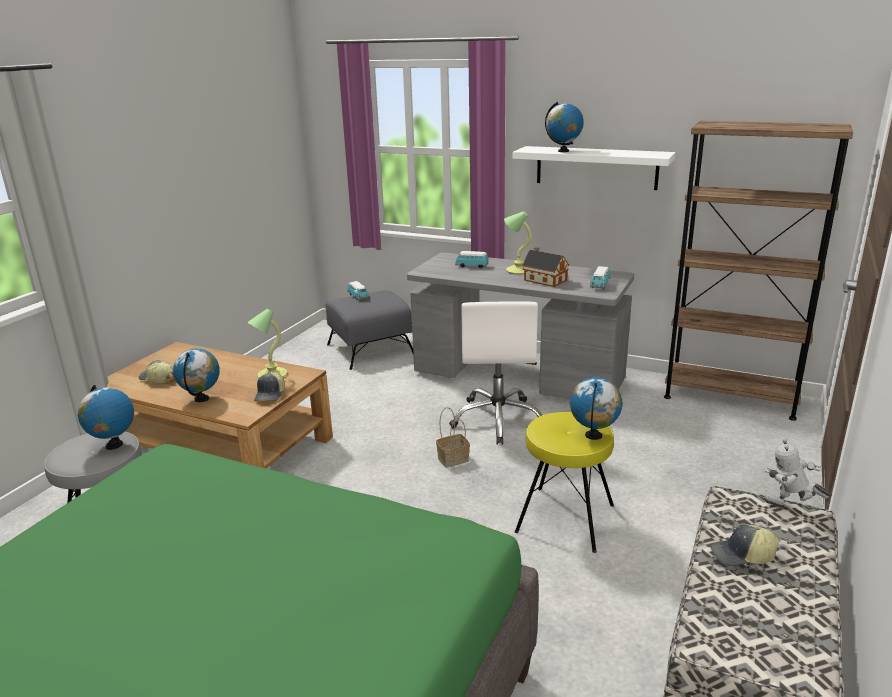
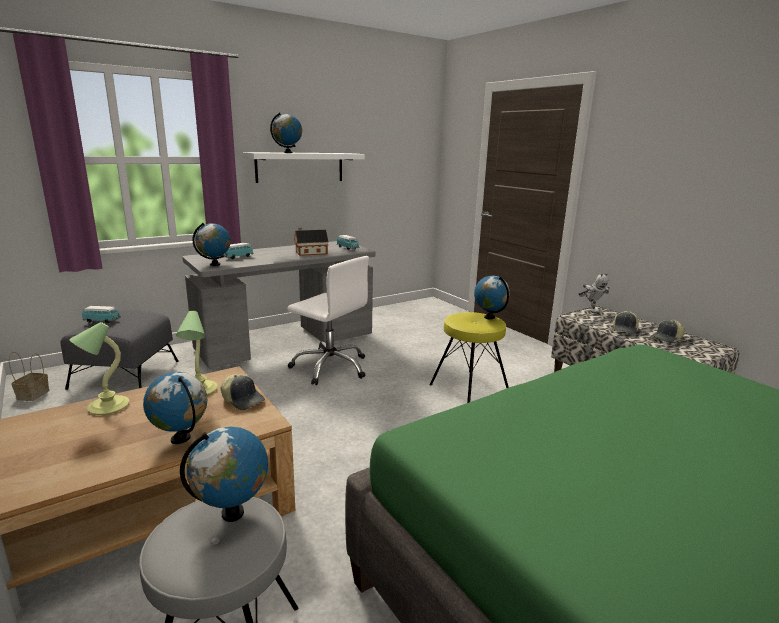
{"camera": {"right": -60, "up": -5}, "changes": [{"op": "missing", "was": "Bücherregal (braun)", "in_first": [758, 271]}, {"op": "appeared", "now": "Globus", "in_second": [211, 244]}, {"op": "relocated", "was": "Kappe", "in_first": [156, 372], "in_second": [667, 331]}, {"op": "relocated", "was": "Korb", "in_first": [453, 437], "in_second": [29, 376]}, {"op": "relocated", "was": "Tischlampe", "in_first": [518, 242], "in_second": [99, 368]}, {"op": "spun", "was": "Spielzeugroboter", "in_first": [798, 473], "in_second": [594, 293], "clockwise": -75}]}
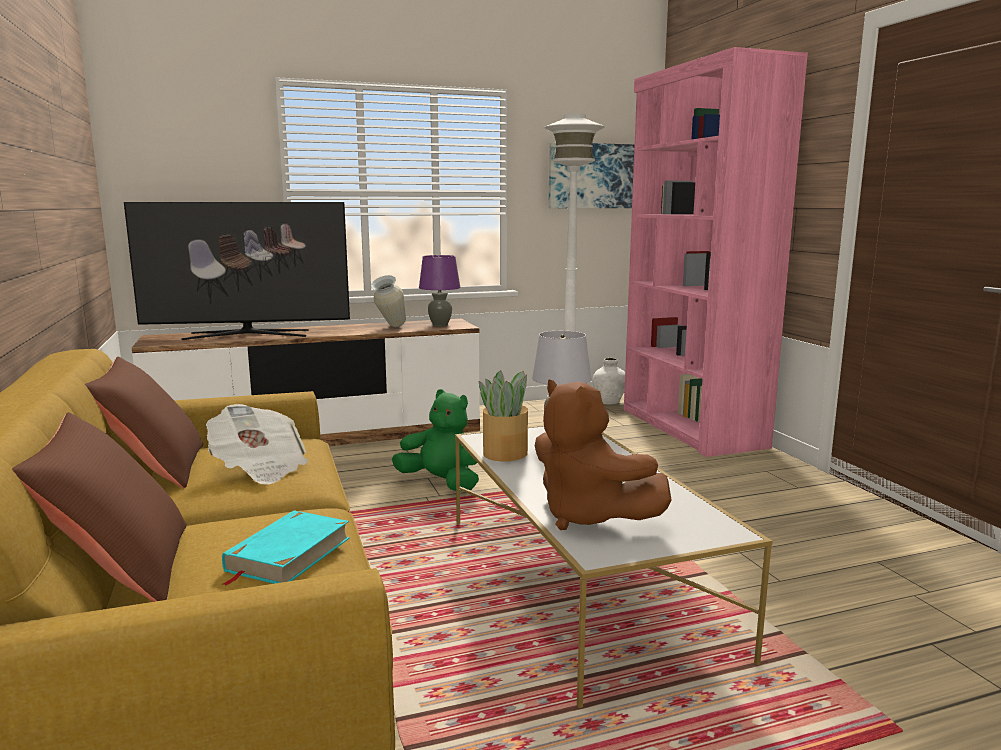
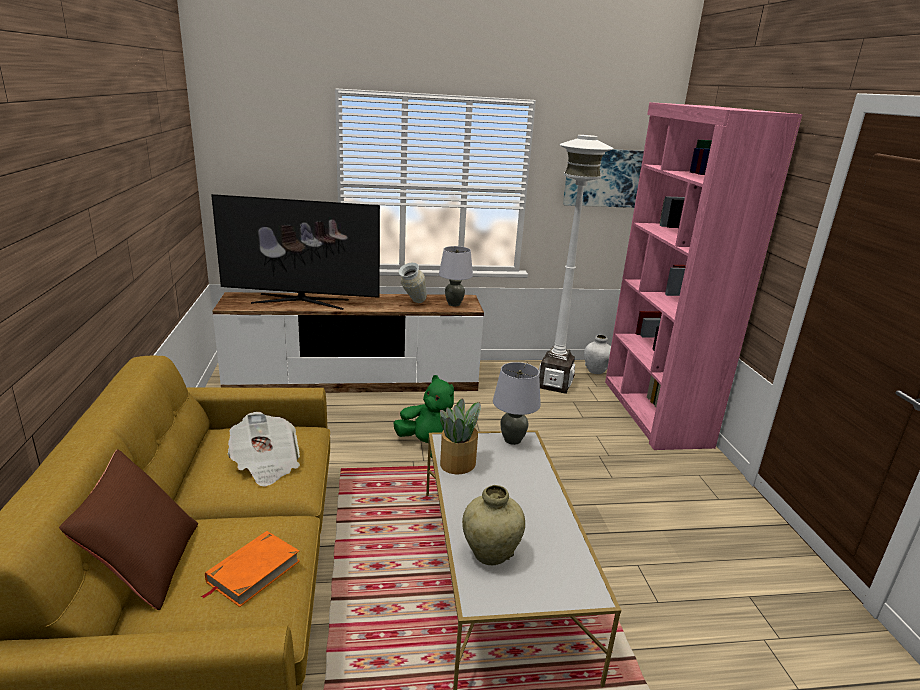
{"camera": {"right": 10, "up": 10}, "changes": [{"op": "missing", "was": "Kissen (braun)", "in_first": [144, 422]}, {"op": "exchanged", "was": "Plüschtier (braun)", "now": "Vase (beige)", "in_first": [603, 454], "in_second": [493, 525]}, {"op": "colour", "was": "Buch (türkis)", "now": "Buch (orange)", "in_first": [286, 548], "in_second": [250, 569]}, {"op": "colour", "was": "Tischlampe (lila)", "now": "Tischlampe (grau)", "in_first": [439, 291], "in_second": [456, 276]}]}
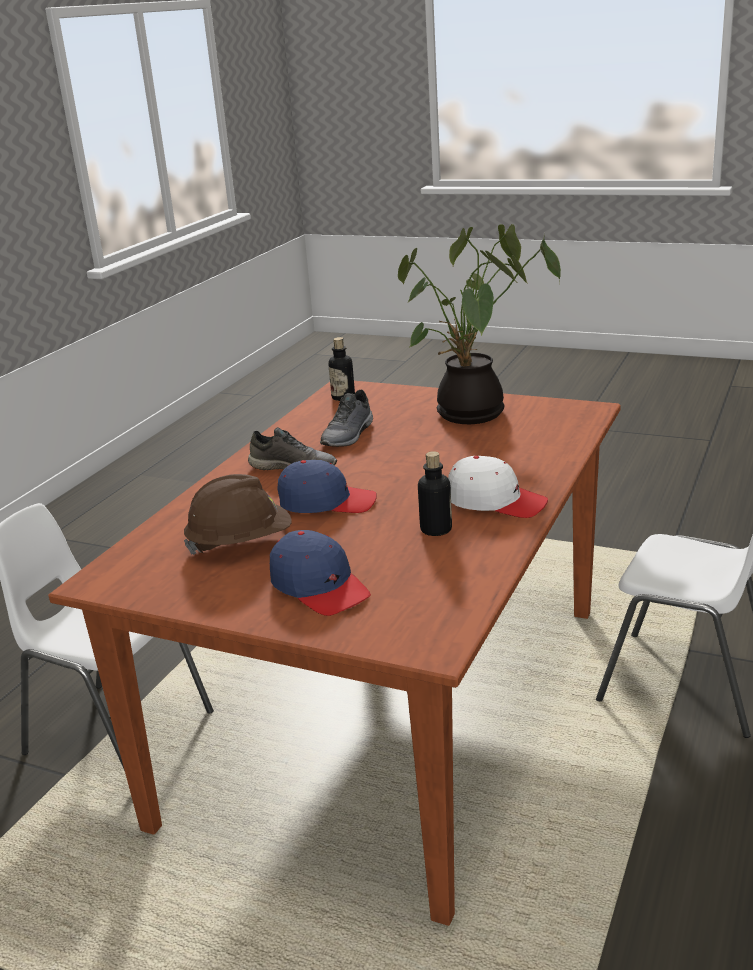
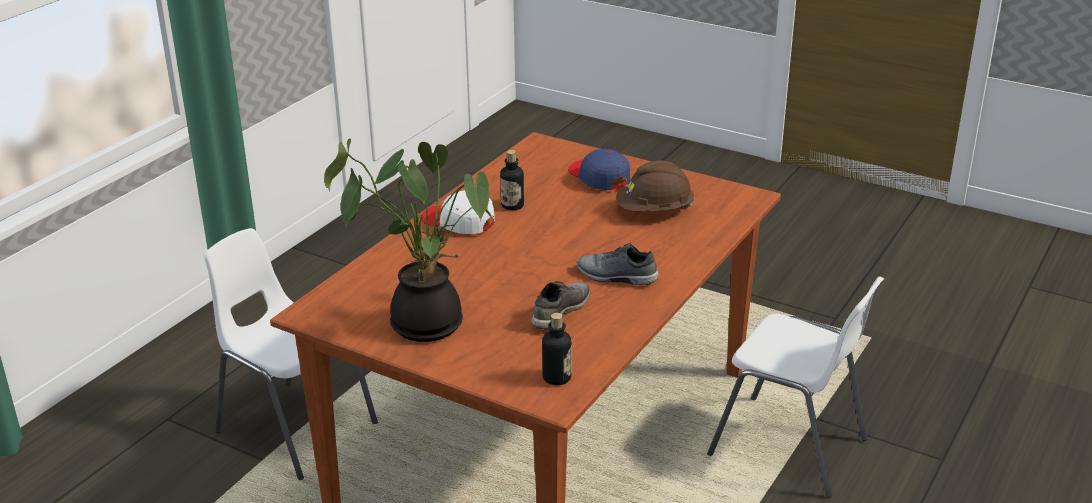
{"camera": {"right": -175, "up": 5}, "changes": [{"op": "missing", "was": "Kappe (blau)", "in_first": [327, 486]}]}
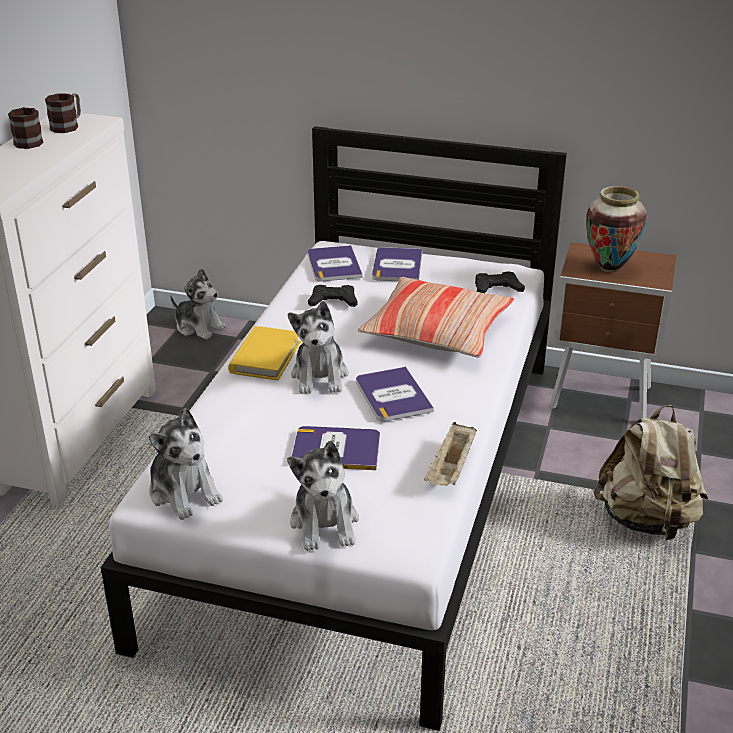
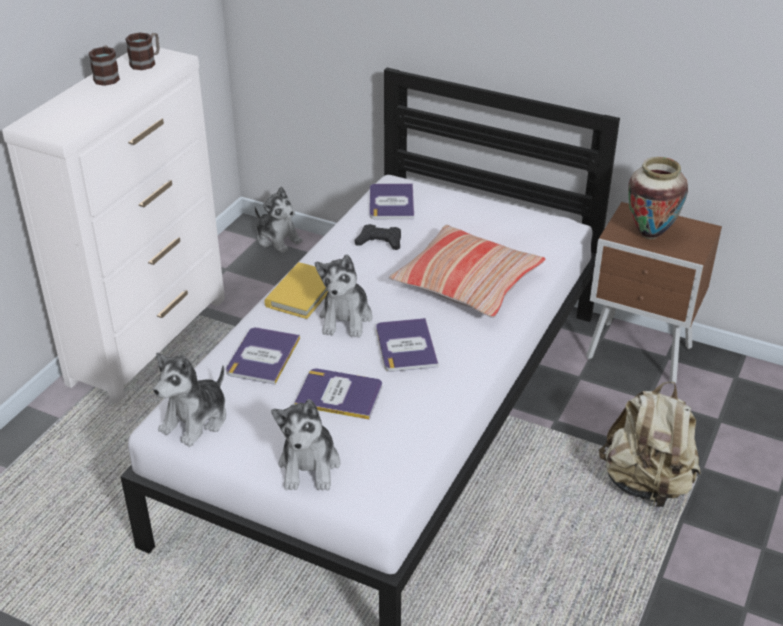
{"camera": {"right": 10, "up": 5}, "changes": [{"op": "missing", "was": "Tablett (beige)", "in_first": [450, 454]}, {"op": "missing", "was": "Gamepad (schwarz)", "in_first": [500, 282]}, {"op": "relocated", "was": "Buch", "in_first": [397, 264], "in_second": [263, 356]}, {"op": "spun", "was": "Plüschtier", "in_first": [186, 464], "in_second": [189, 400], "clockwise": 60}]}
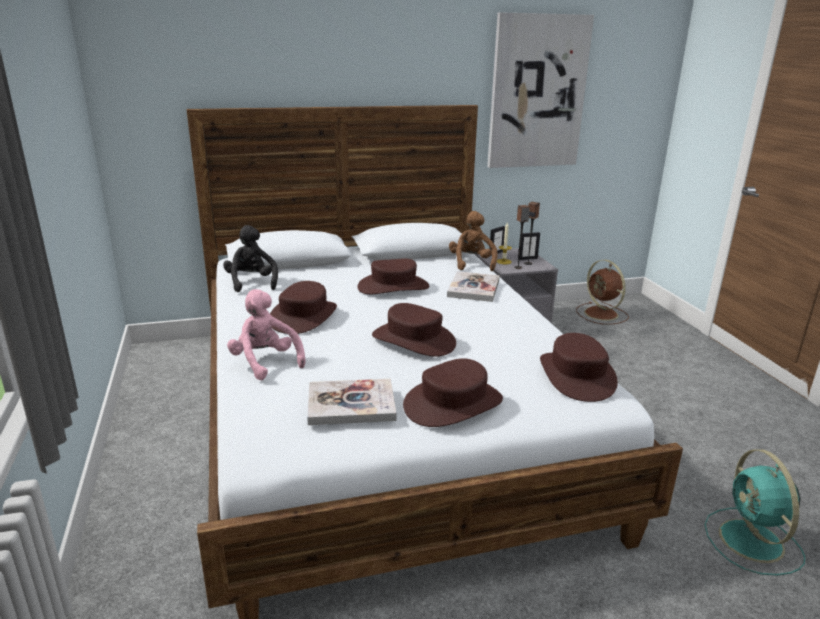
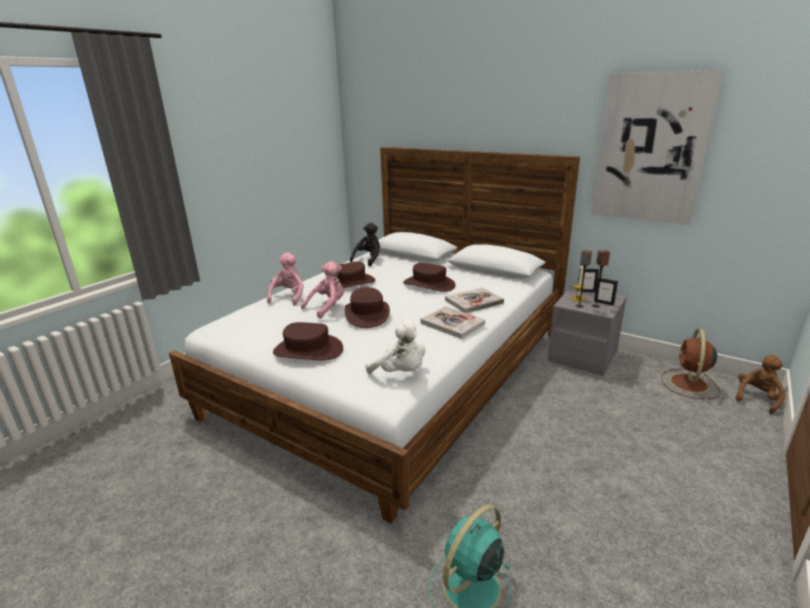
{"camera": {"right": 50, "up": 0}, "changes": [{"op": "appeared", "now": "Plüschtier (rosa)", "in_second": [322, 290]}, {"op": "relocated", "was": "Buch", "in_first": [351, 402], "in_second": [453, 322]}, {"op": "relocated", "was": "Plüschtier (braun)", "in_first": [473, 241], "in_second": [760, 384]}, {"op": "exchanged", "was": "Hut (braun)", "now": "Plüschtier (weiß)", "in_first": [579, 367], "in_second": [395, 347]}]}
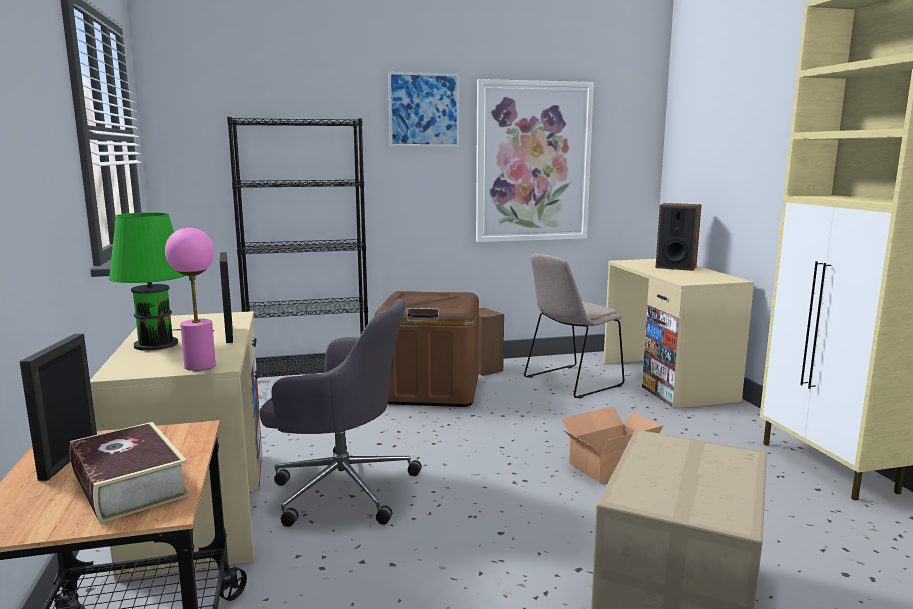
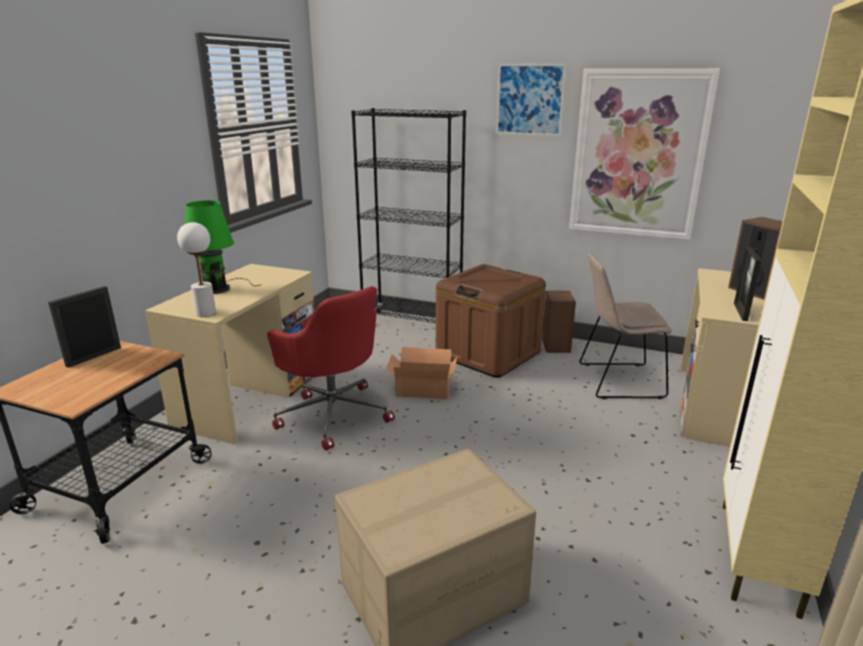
{"camera": {"right": 35, "up": 10}, "changes": [{"op": "missing", "was": "Buch", "in_first": [130, 472]}, {"op": "relocated", "was": "Bilderrahmen", "in_first": [226, 297], "in_second": [748, 283]}, {"op": "relocated", "was": "Karton", "in_first": [612, 444], "in_second": [421, 373]}, {"op": "colour", "was": "Tischlampe (rosa)", "now": "Tischlampe (weiß)", "in_first": [190, 299], "in_second": [196, 269]}, {"op": "colour", "was": "Bürostuhl (grau)", "now": "Bürostuhl (rot)", "in_first": [341, 413], "in_second": [331, 368]}]}
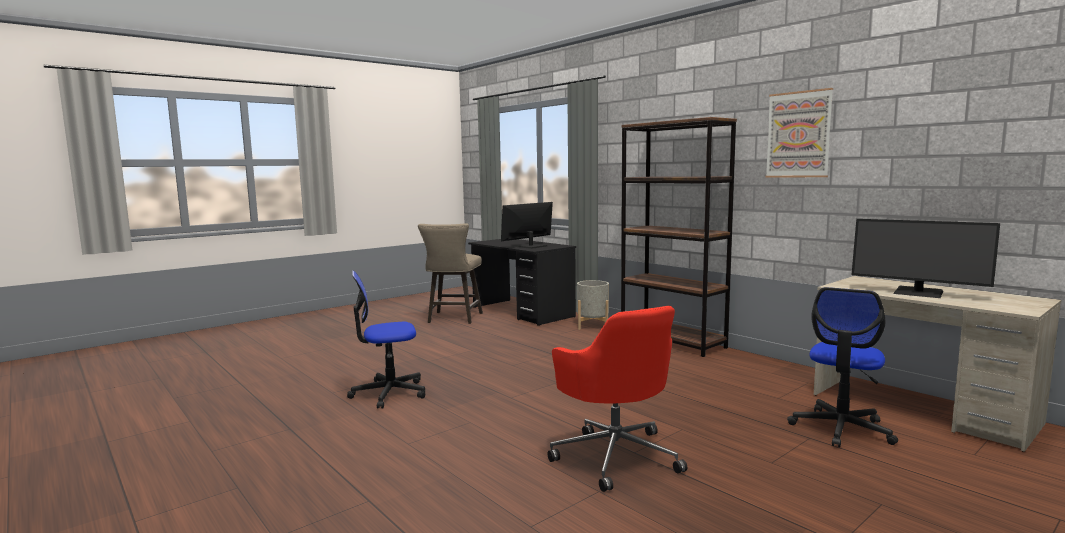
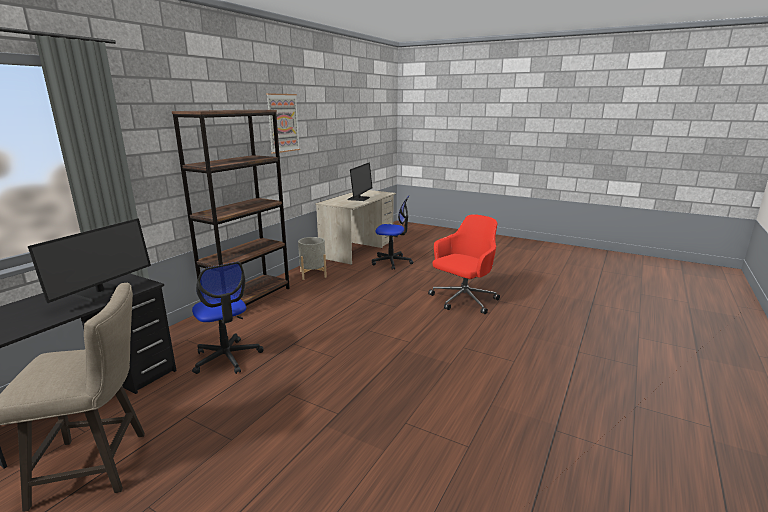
{"camera": {"right": -110, "up": 10}, "changes": [{"op": "relocated", "was": "Bürostuhl", "in_first": [386, 339], "in_second": [228, 318]}, {"op": "relocated", "was": "Pflanzkübel (grau)", "in_first": [593, 305], "in_second": [312, 258]}, {"op": "spun", "was": "Monitor", "in_first": [527, 225], "in_second": [89, 260], "clockwise": -90}]}
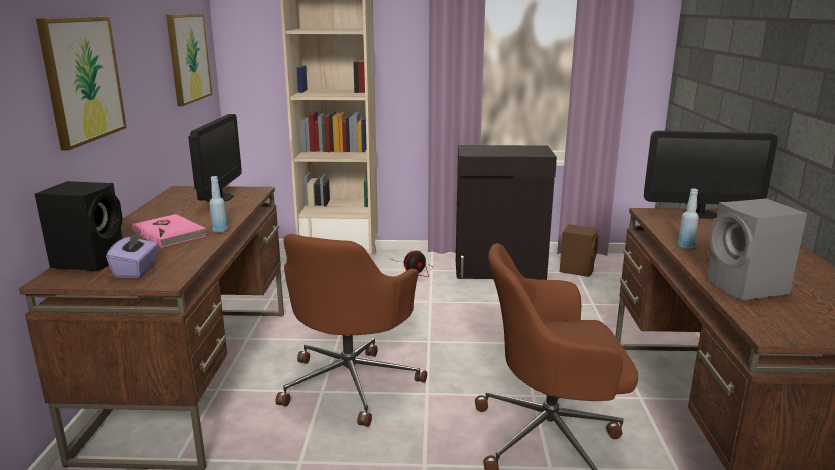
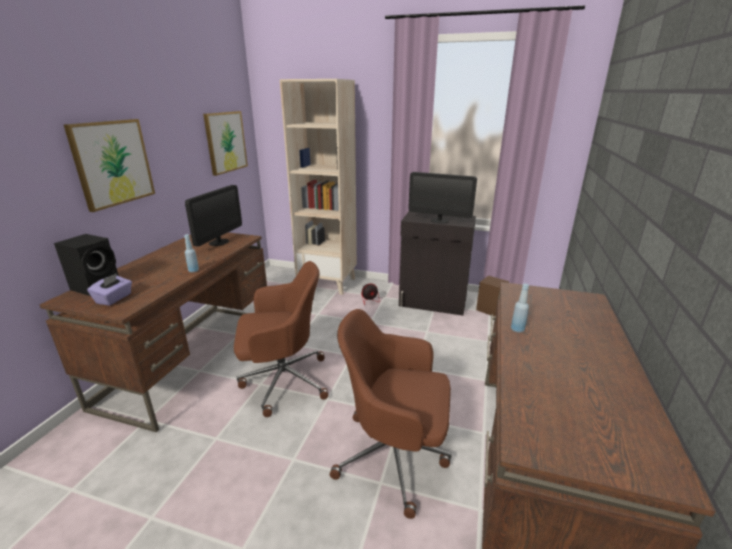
{"camera": {"right": 15, "up": 5}, "changes": [{"op": "missing", "was": "Buch (rosa)", "in_first": [169, 231]}, {"op": "missing", "was": "Lautsprecher (grau)", "in_first": [756, 249]}, {"op": "relocated", "was": "Monitor", "in_first": [711, 175], "in_second": [443, 198]}, {"op": "spun", "was": "Bürostuhl (braun)", "in_first": [351, 330], "in_second": [281, 339], "clockwise": -135}]}
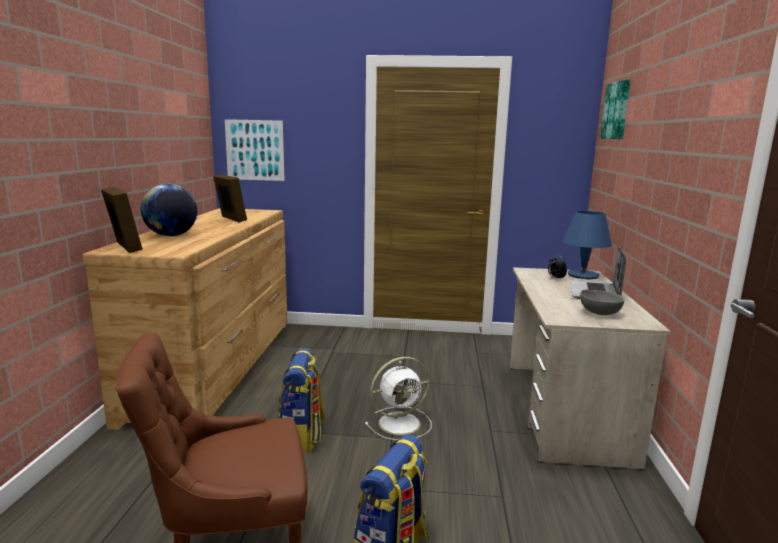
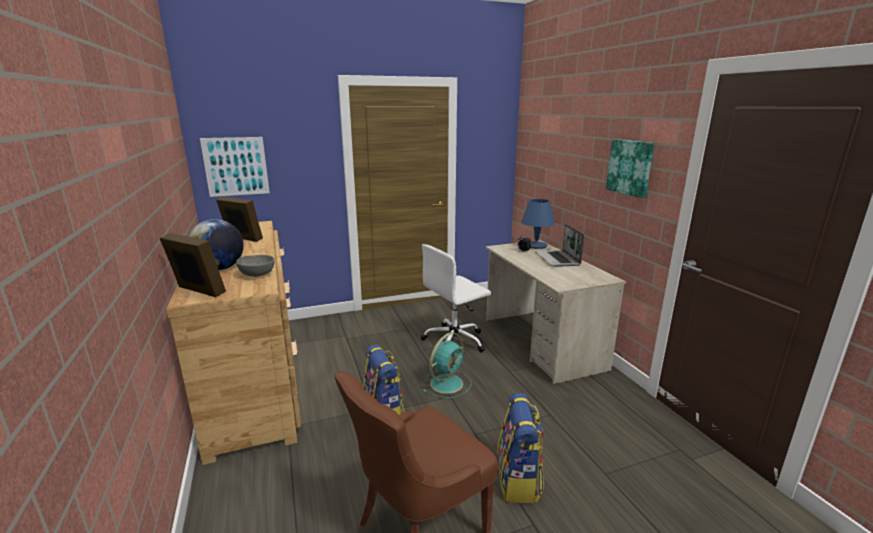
{"camera": {"right": -25, "up": 5}, "changes": [{"op": "appeared", "now": "Bürostuhl (weiß)", "in_second": [456, 298]}, {"op": "relocated", "was": "Schüssel (grau)", "in_first": [602, 302], "in_second": [255, 266]}, {"op": "relocated", "was": "Bild", "in_first": [615, 109], "in_second": [630, 168]}, {"op": "colour", "was": "Ventilator (weiß)", "now": "Ventilator (türkis)", "in_first": [398, 398], "in_second": [446, 365]}]}
